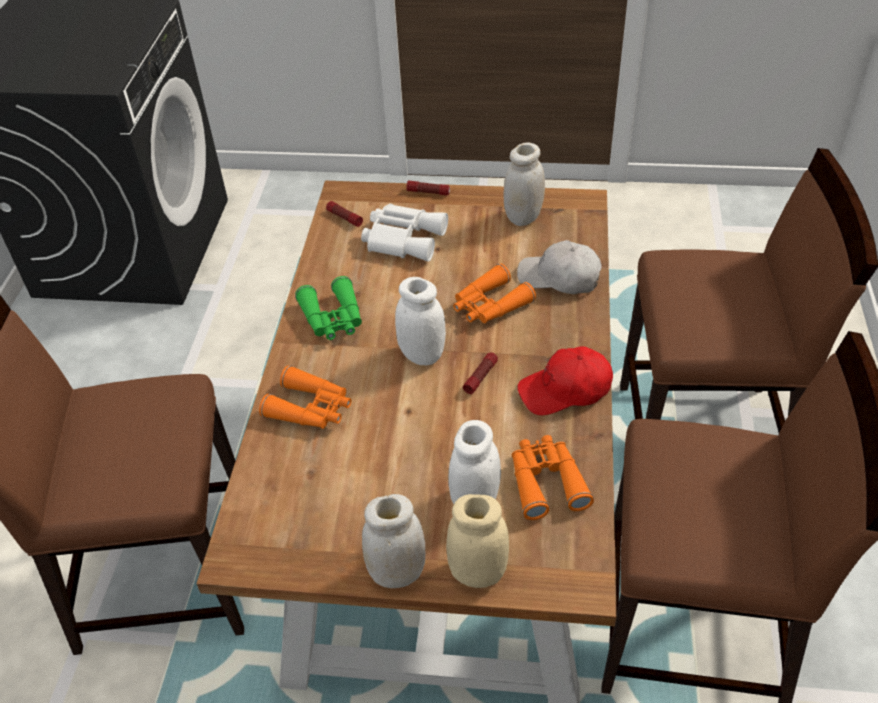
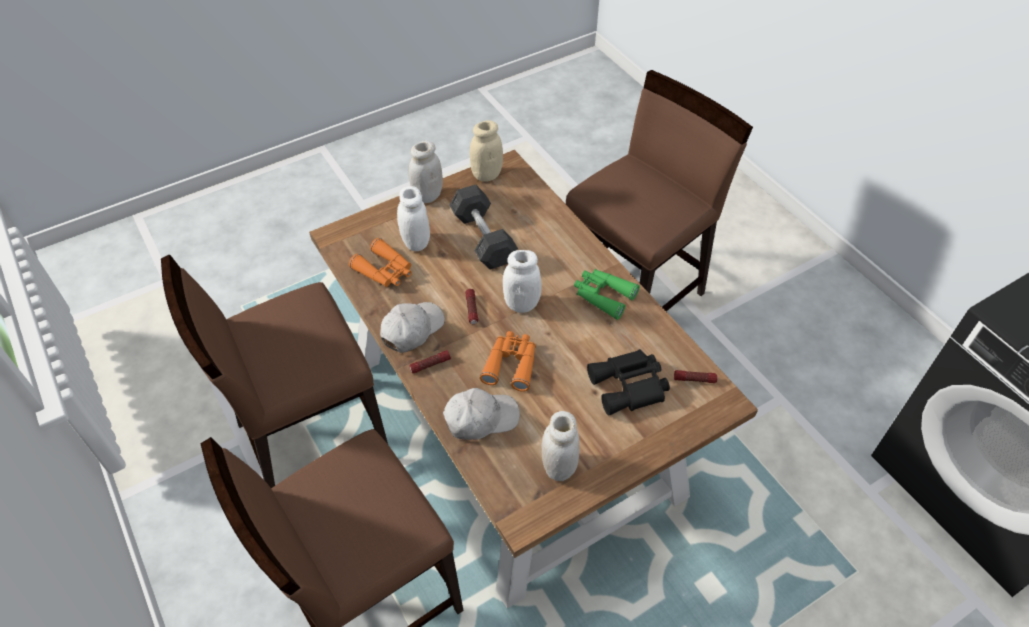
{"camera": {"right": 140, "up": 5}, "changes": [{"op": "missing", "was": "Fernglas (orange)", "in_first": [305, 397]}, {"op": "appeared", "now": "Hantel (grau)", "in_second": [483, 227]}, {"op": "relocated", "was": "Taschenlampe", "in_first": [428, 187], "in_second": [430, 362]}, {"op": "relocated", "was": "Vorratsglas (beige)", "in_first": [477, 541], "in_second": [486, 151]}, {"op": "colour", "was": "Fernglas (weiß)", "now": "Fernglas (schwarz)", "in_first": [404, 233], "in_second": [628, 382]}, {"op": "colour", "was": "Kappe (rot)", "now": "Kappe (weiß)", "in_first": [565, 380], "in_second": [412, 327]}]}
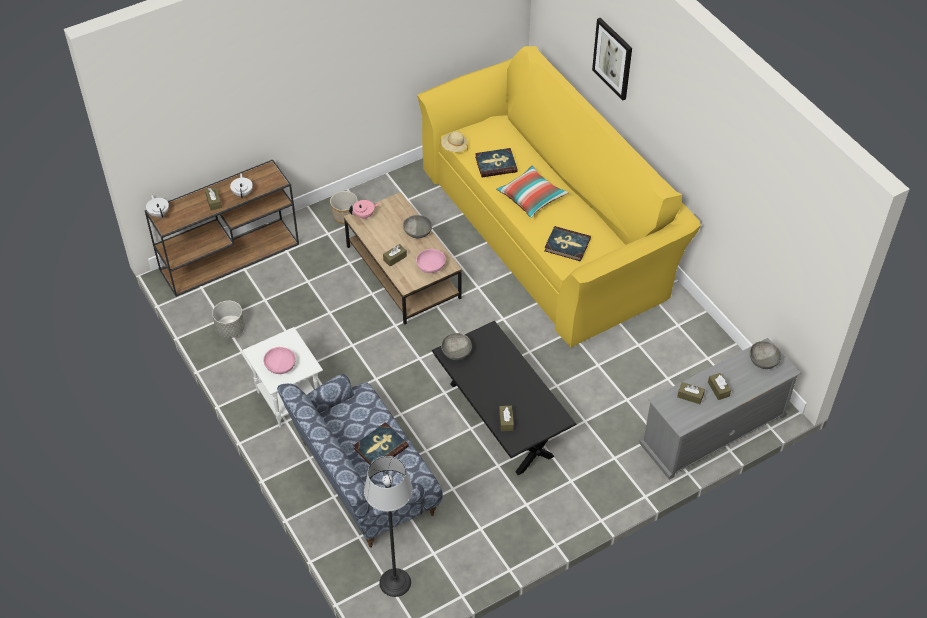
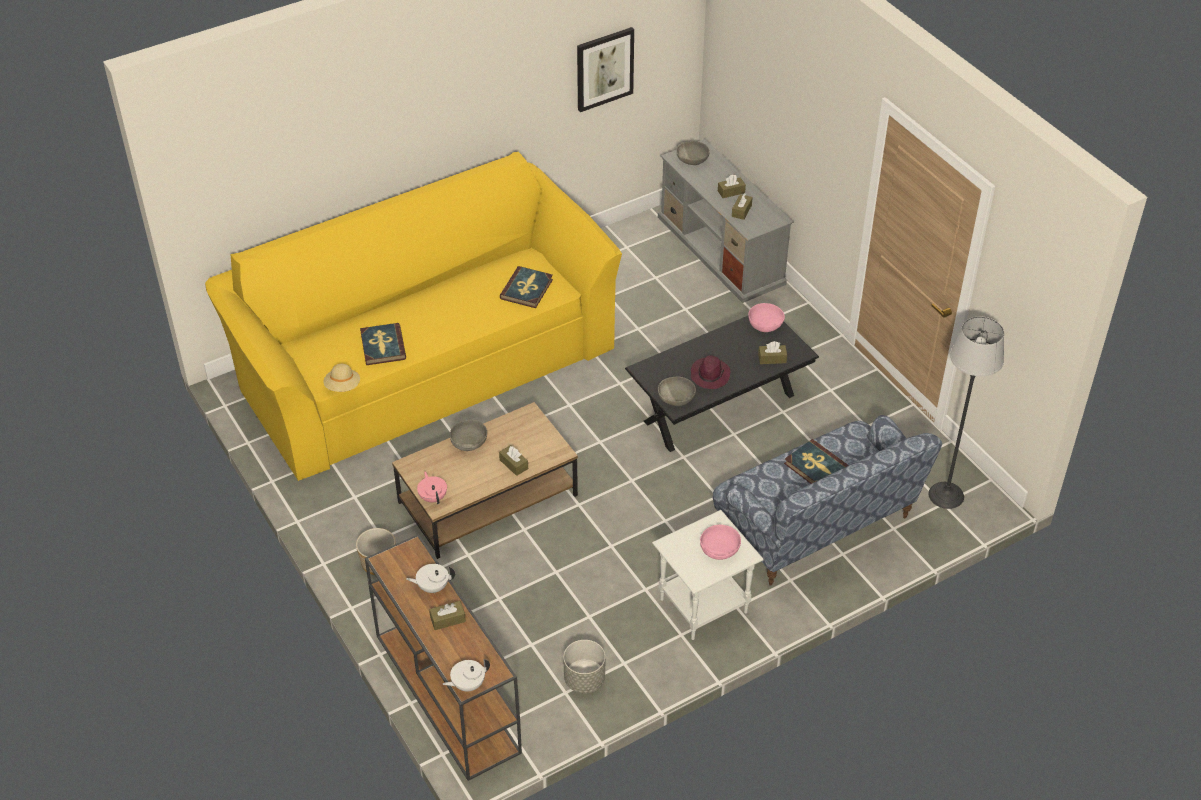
{"camera": {"right": -90, "up": -5}, "changes": [{"op": "missing", "was": "Kissen", "in_first": [532, 191]}, {"op": "appeared", "now": "Hut (lila)", "in_second": [710, 372]}, {"op": "relocated", "was": "Schüssel (rosa)", "in_first": [431, 261], "in_second": [766, 317]}, {"op": "relocated", "was": "Bild", "in_first": [612, 59], "in_second": [605, 69]}]}
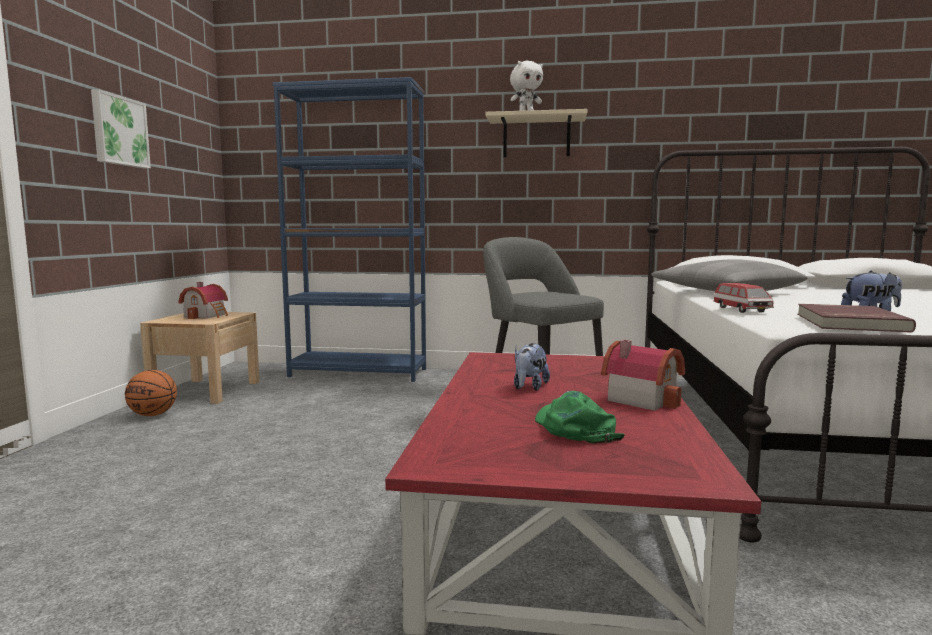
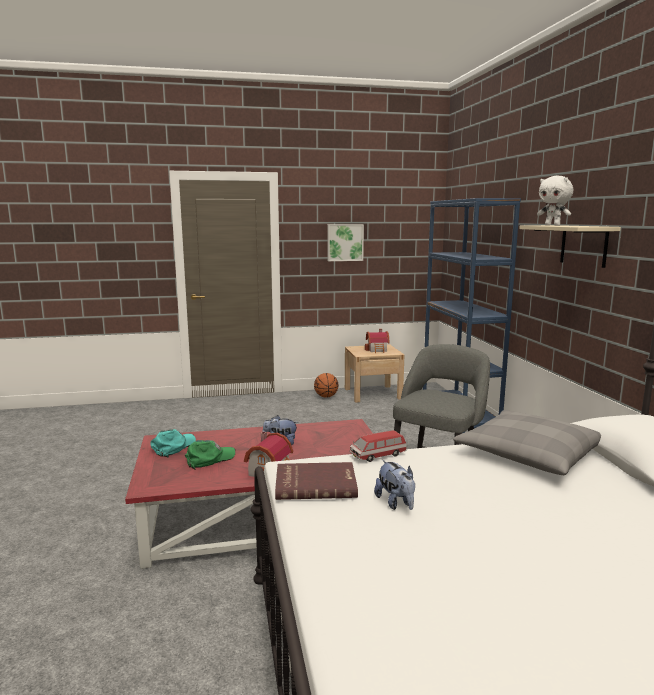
{"camera": {"right": 70, "up": 5}, "changes": [{"op": "appeared", "now": "Kappe (türkis)", "in_second": [173, 443]}]}
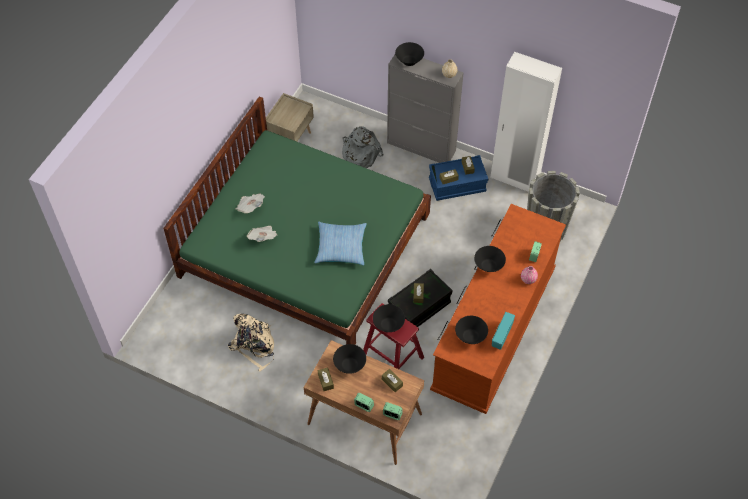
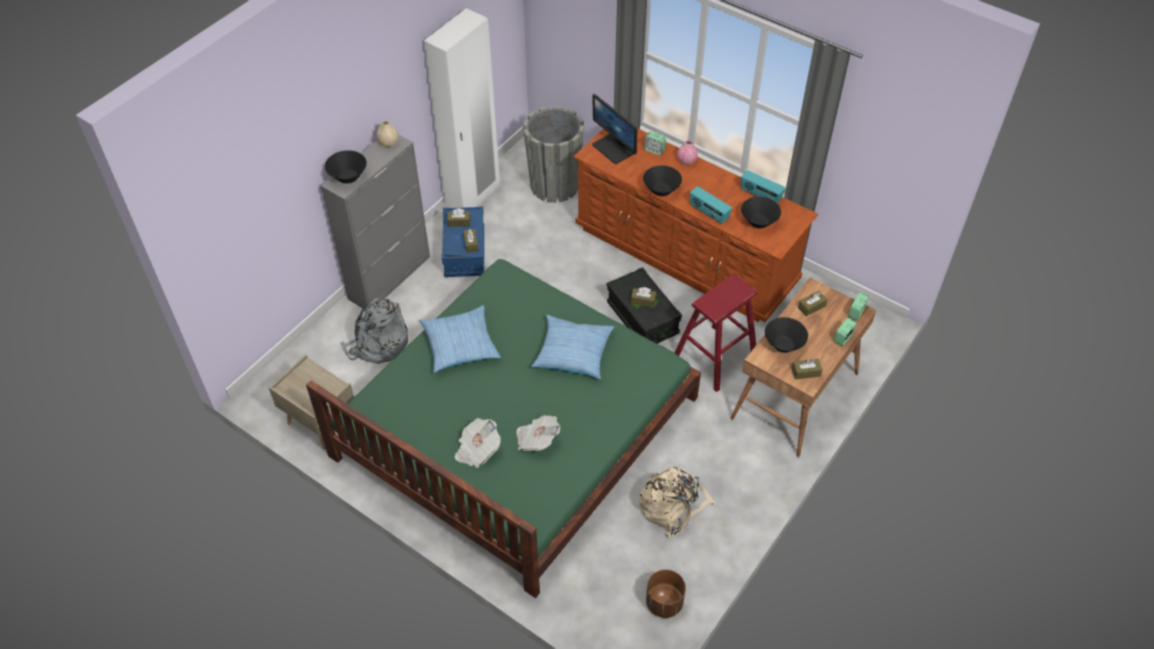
{"camera": {"right": -80, "up": -5}, "changes": [{"op": "missing", "was": "Schüssel (schwarz)", "in_first": [389, 318]}, {"op": "appeared", "now": "Kissen", "in_second": [460, 339]}, {"op": "appeared", "now": "Monitor", "in_second": [614, 129]}, {"op": "appeared", "now": "Pflanzkübel (braun)", "in_second": [666, 593]}, {"op": "appeared", "now": "Radio", "in_second": [711, 205]}]}
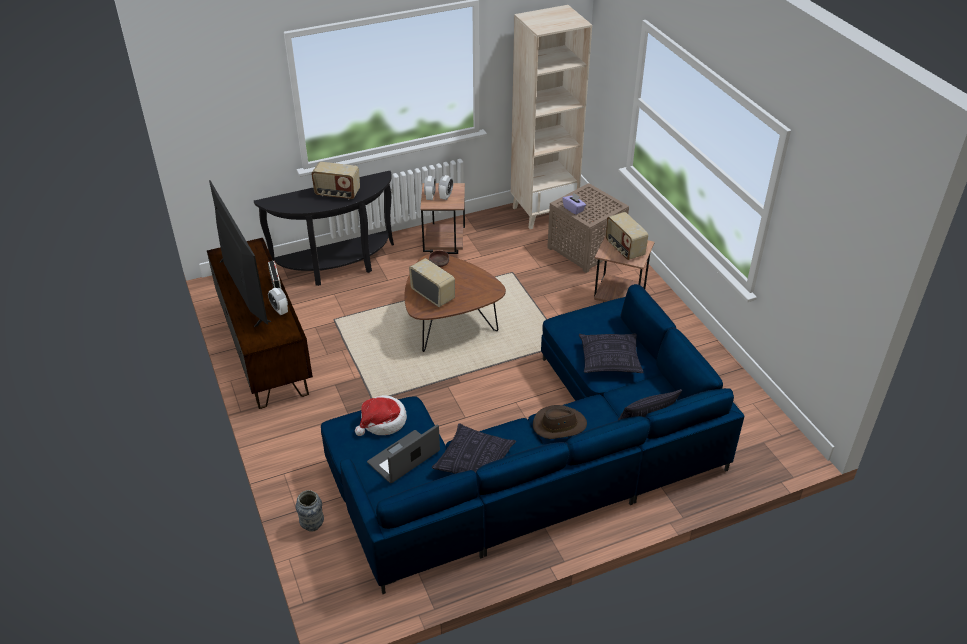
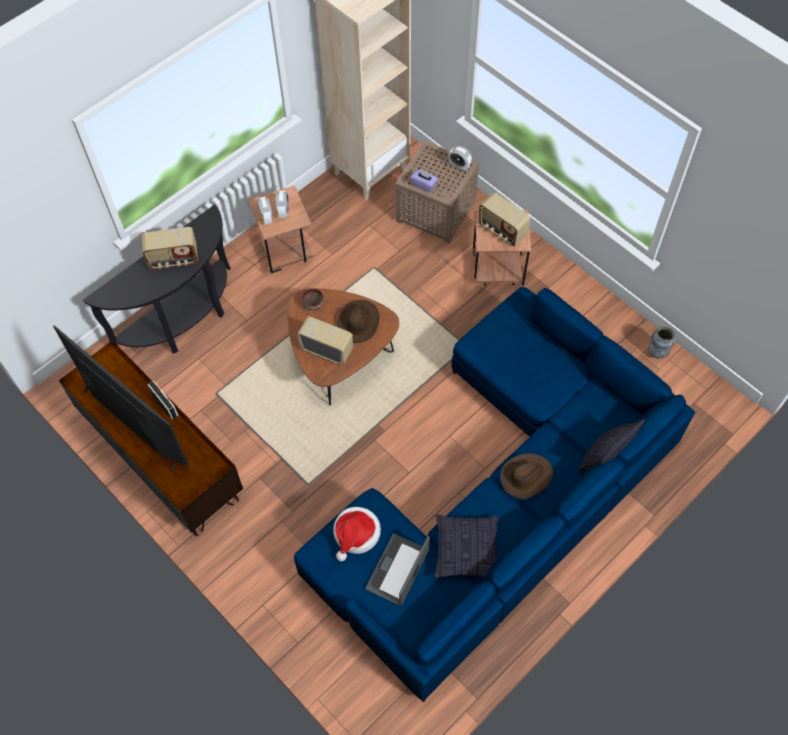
{"camera": {"right": -20, "up": 20}, "changes": [{"op": "missing", "was": "Kissen", "in_first": [611, 353]}, {"op": "appeared", "now": "Hut (braun)", "in_second": [358, 321]}, {"op": "relocated", "was": "Wecker", "in_first": [278, 301], "in_second": [460, 158]}, {"op": "relocated", "was": "Vase", "in_first": [310, 511], "in_second": [661, 342]}]}
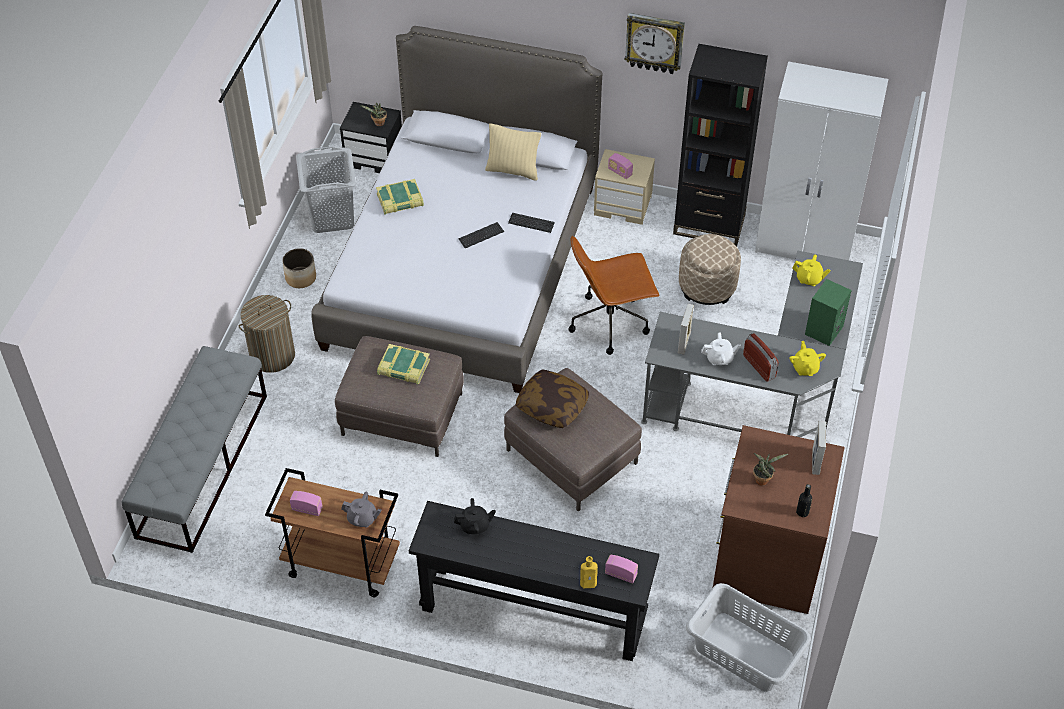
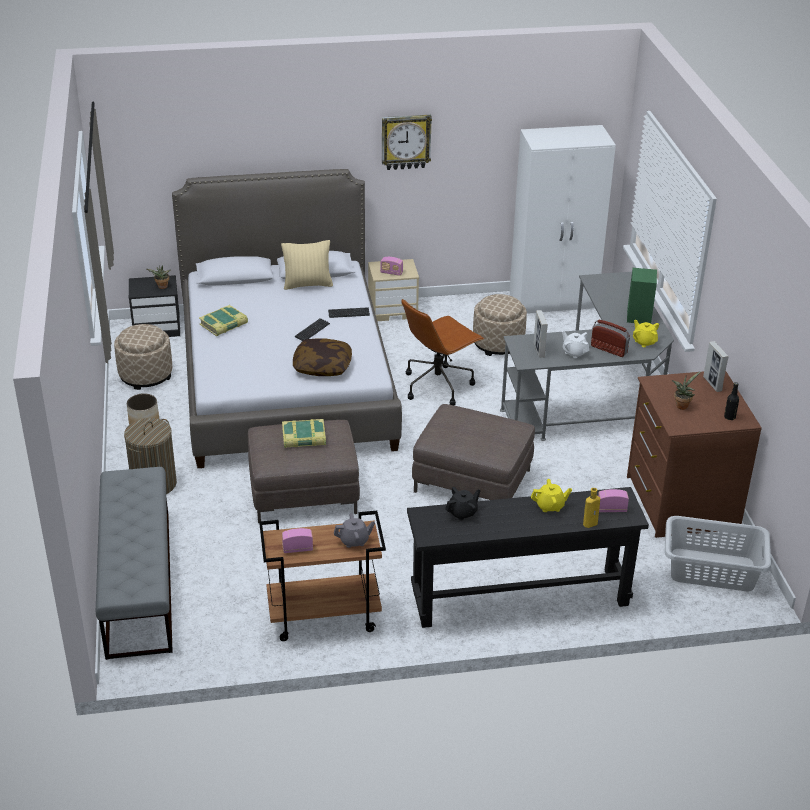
{"camera": {"right": -25, "up": -15}, "changes": [{"op": "missing", "was": "Bücherregal (schwarz)", "in_first": [720, 145]}, {"op": "relocated", "was": "Kissen", "in_first": [552, 398], "in_second": [322, 357]}, {"op": "relocated", "was": "Teekanne (gelb)", "in_first": [811, 270], "in_second": [551, 495]}, {"op": "exchanged", "was": "Wäschekorb (grau)", "now": "Polsterhocker (beige)", "in_first": [326, 189], "in_second": [143, 357]}, {"op": "spun", "was": "Teekanne (weiß)", "in_first": [721, 348], "in_second": [575, 344], "clockwise": -105}]}
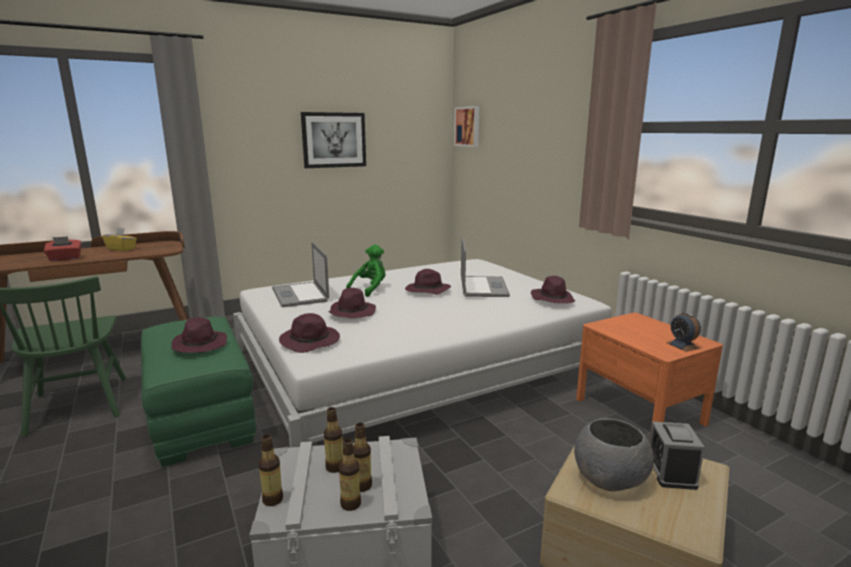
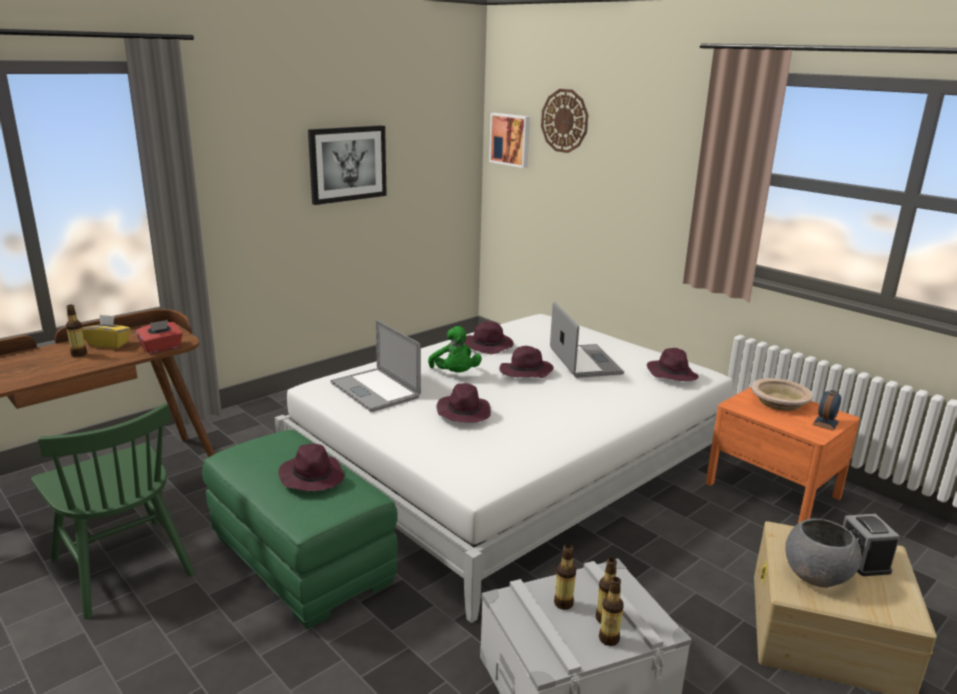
{"camera": {"right": -15, "up": 5}, "changes": [{"op": "appeared", "now": "Wanduhr", "in_second": [564, 121]}, {"op": "appeared", "now": "Schüssel (beige)", "in_second": [782, 394]}, {"op": "relocated", "was": "Taschentuchbox (rot)", "in_first": [63, 248], "in_second": [159, 337]}, {"op": "relocated", "was": "Flasche", "in_first": [271, 470], "in_second": [76, 331]}, {"op": "relocated", "was": "Hut (lila)", "in_first": [309, 333], "in_second": [489, 337]}, {"op": "spun", "was": "Plüschtier (grün)", "in_first": [365, 271], "in_second": [455, 349], "clockwise": 135}, {"op": "spun", "was": "Wecker", "in_first": [683, 332], "in_second": [826, 410], "clockwise": 75}]}
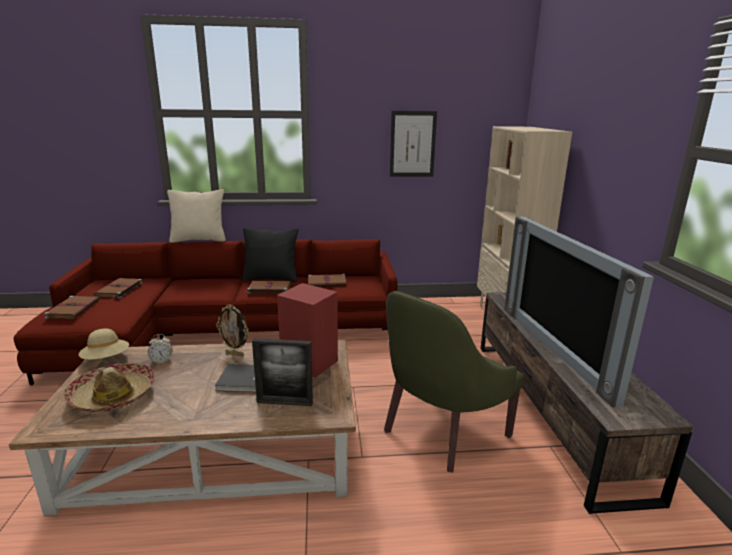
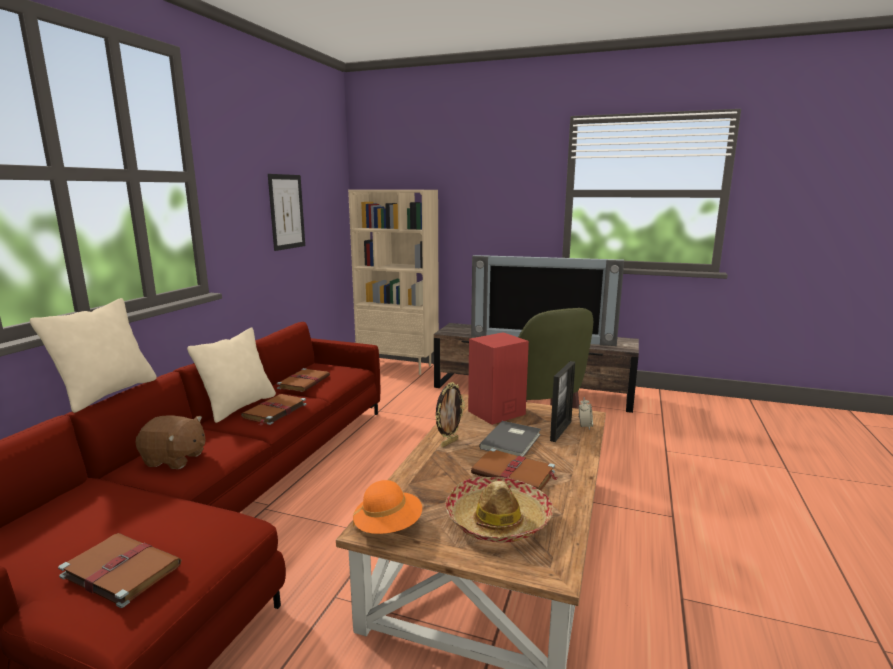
{"camera": {"right": -65, "up": -5}, "changes": [{"op": "appeared", "now": "Plüschtier (braun)", "in_second": [170, 442]}, {"op": "relocated", "was": "Buch (braun)", "in_first": [118, 289], "in_second": [514, 469]}, {"op": "relocated", "was": "Wecker", "in_first": [160, 348], "in_second": [585, 413]}, {"op": "colour", "was": "Hut (beige)", "now": "Hut (orange)", "in_first": [104, 344], "in_second": [387, 507]}, {"op": "colour", "was": "Kissen (schwarz)", "now": "Kissen (beige)", "in_first": [270, 255], "in_second": [231, 375]}]}
